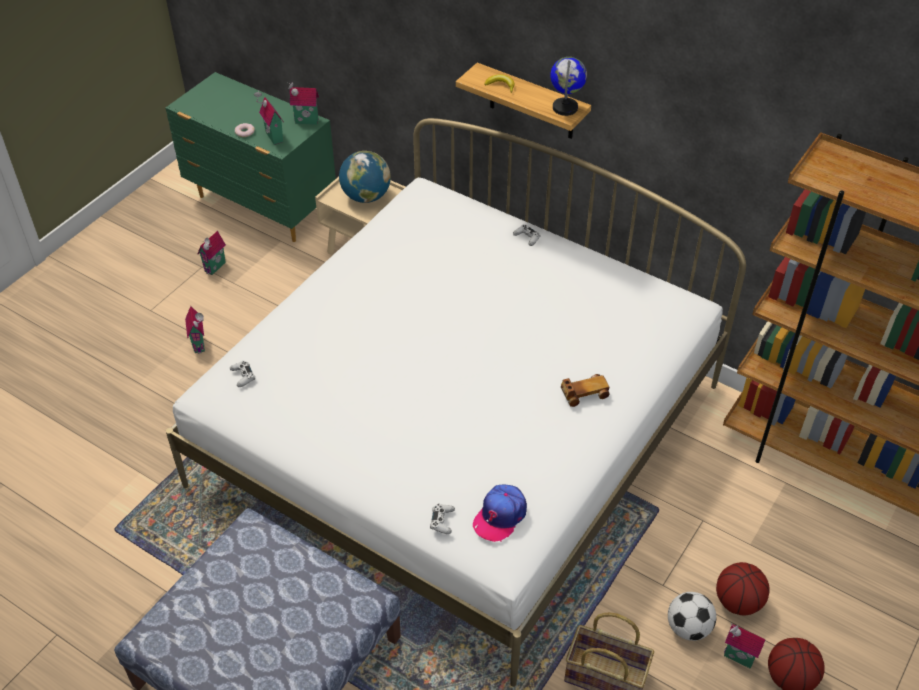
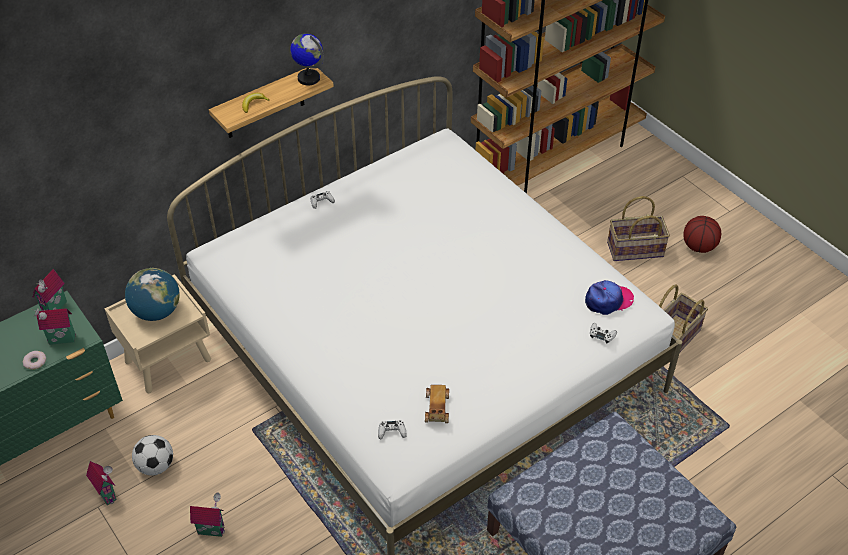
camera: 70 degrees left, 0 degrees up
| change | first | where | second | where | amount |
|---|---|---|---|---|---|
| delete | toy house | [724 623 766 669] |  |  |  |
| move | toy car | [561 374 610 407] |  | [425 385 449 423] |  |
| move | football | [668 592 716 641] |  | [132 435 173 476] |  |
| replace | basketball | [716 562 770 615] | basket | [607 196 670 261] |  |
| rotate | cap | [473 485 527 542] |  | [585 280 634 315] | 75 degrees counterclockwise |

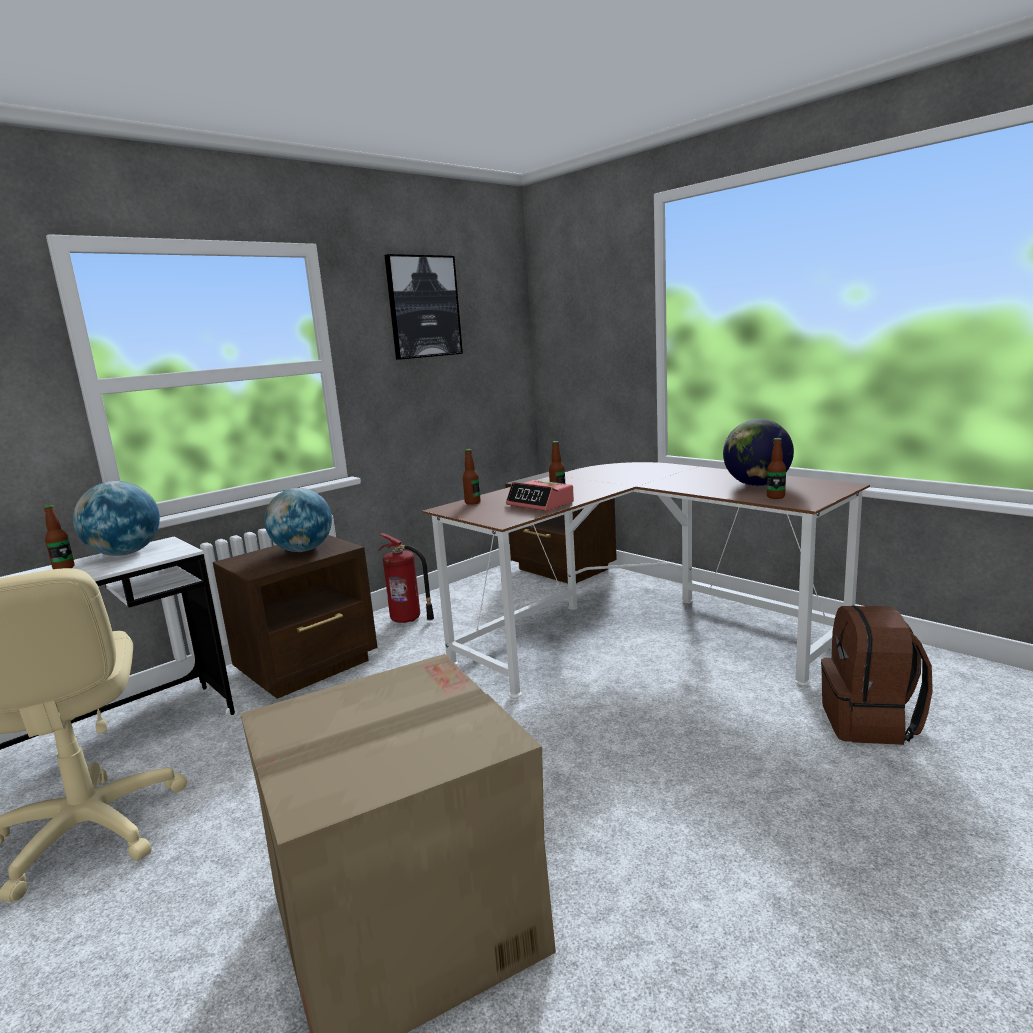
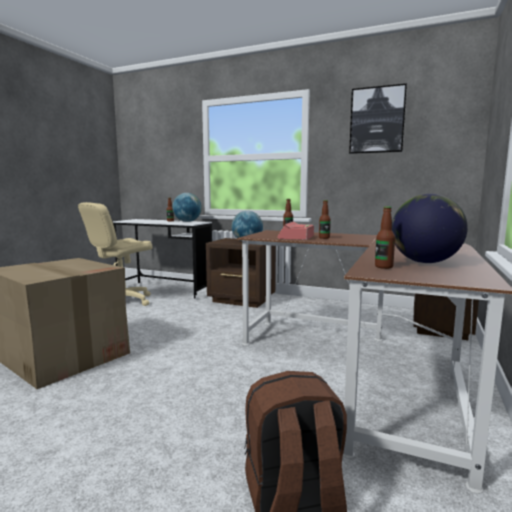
camera: 65 degrees right, 5 degrees down
| change | first | where | second | where | amount |
|---|---|---|---|---|---|
| delete | fire extinguisher | [378 533 434 623] |  |  |  |

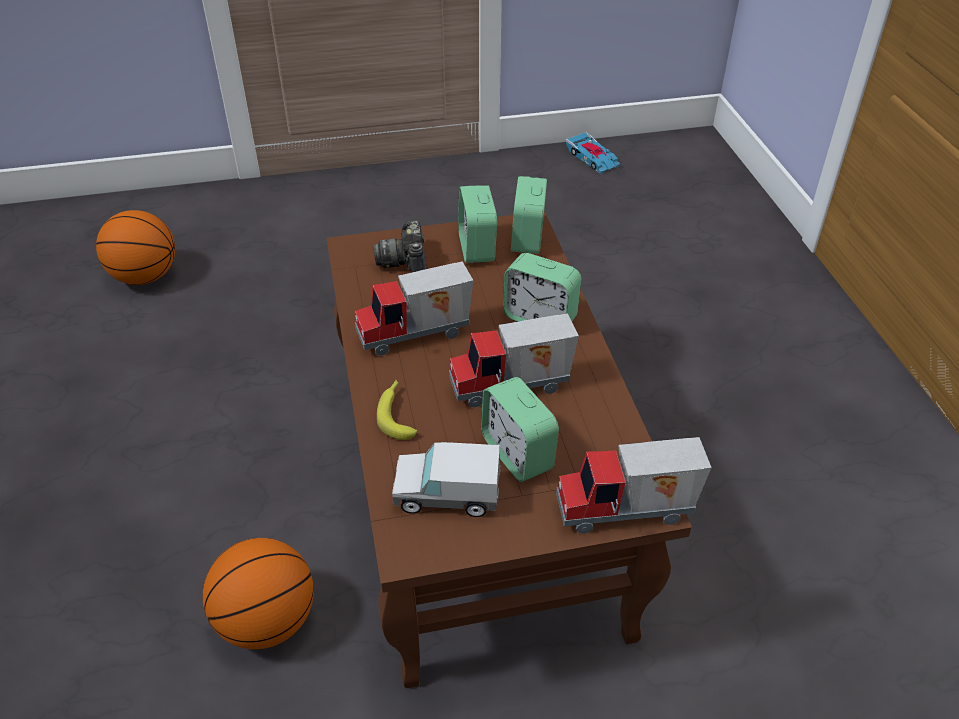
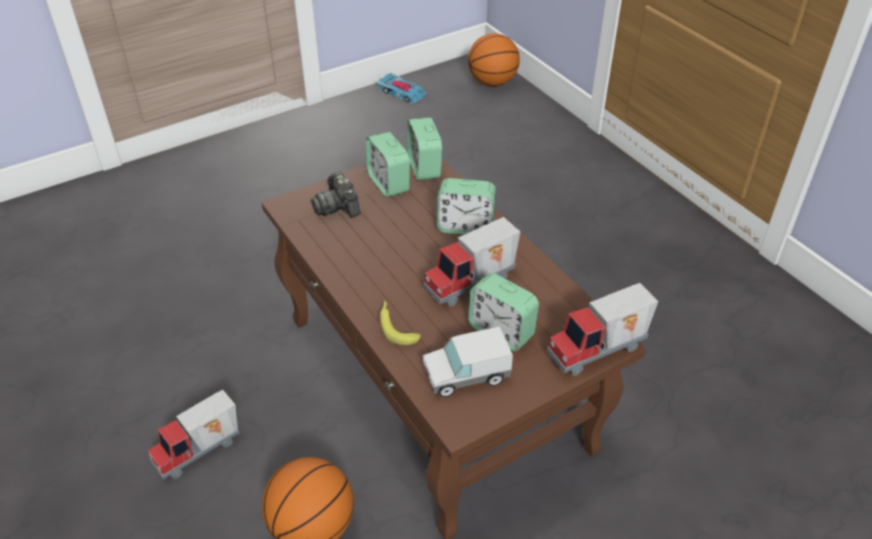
camera: 20 degrees left, 0 degrees up
| change | first | where | second | where | amount |
|---|---|---|---|---|---|
| move | basketball | [96 210 175 285] |  | [468 33 520 86] |  |
| move | toy truck | [355 261 473 356] |  | [148 389 239 479] |  |

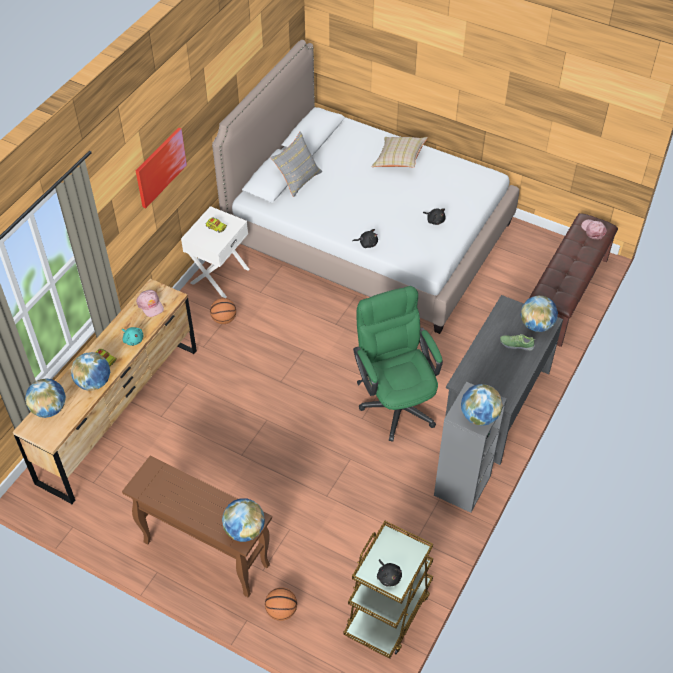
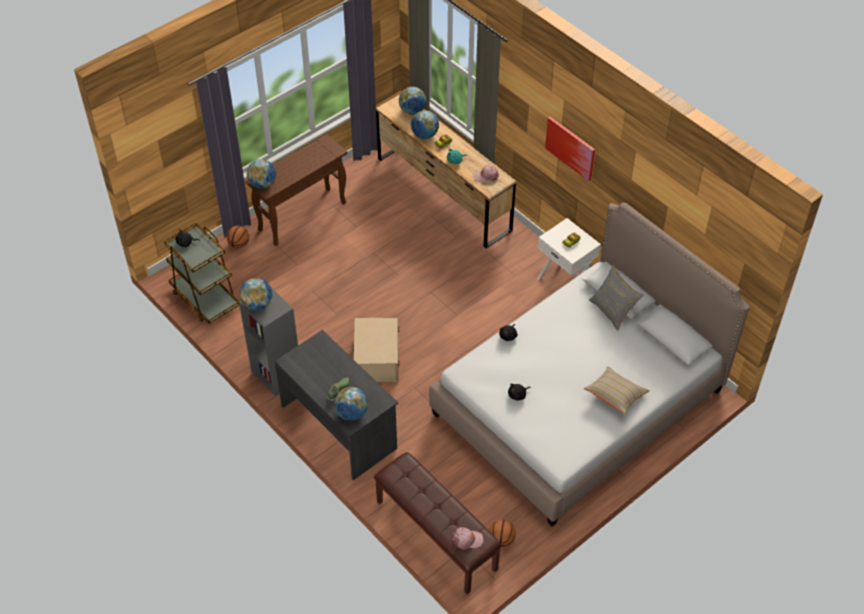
camera: 110 degrees right, 0 degrees up
| change | first | where | second | where | amount |
|---|---|---|---|---|---|
| move | basketball | [210 298 236 324] |  | [489 520 516 547] |  |
| replace | green office chair | [353 286 443 442] | beige storage box | [353 317 399 382] |  |

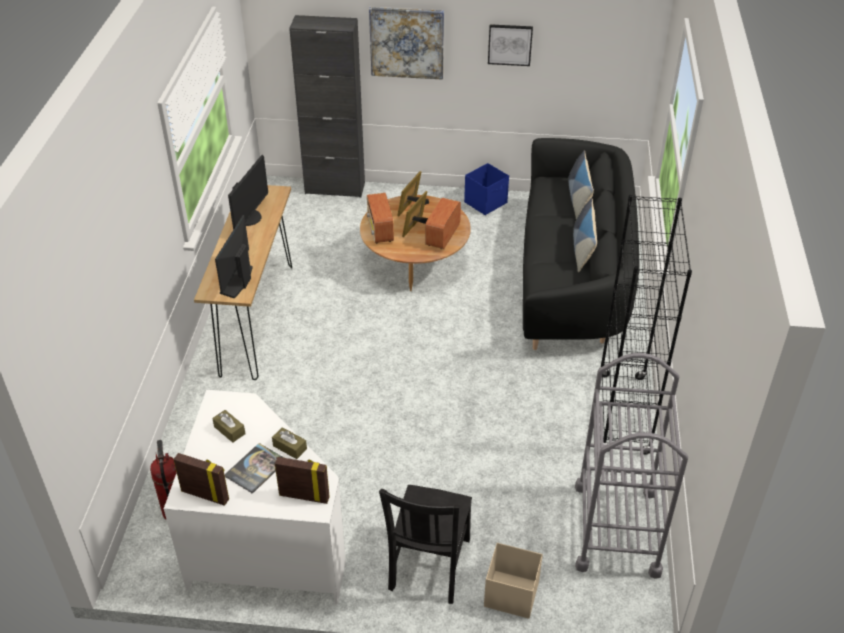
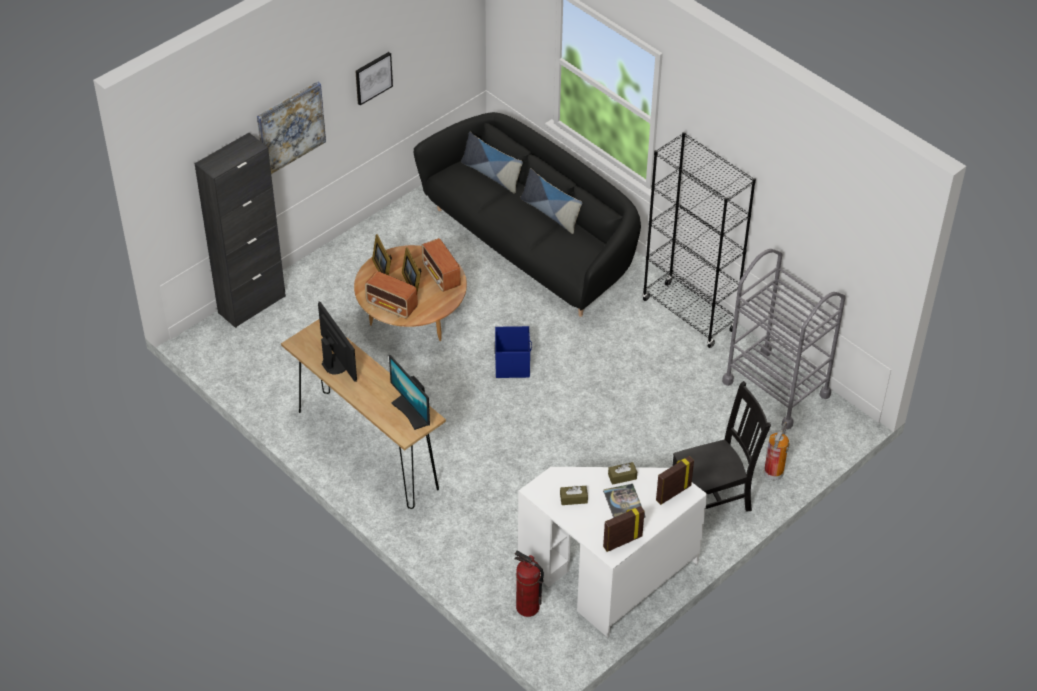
camera: 50 degrees left, 5 degrees up
| change | first | where | second | where | amount |
|---|---|---|---|---|---|
| move | blue storage box | [464 163 509 215] |  | [495 326 532 378] |  |
| replace | beige storage box | [484 543 543 619] | fire extinguisher | [764 422 790 480] |  |
| rotate | black chair | [379 485 472 604] |  | [672 381 771 511] | 75 degrees counterclockwise |

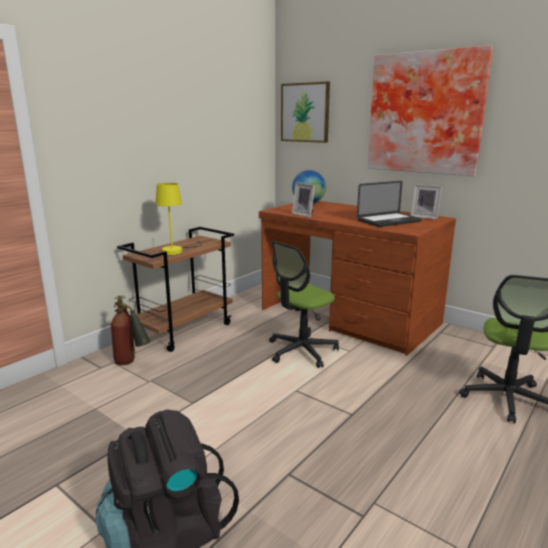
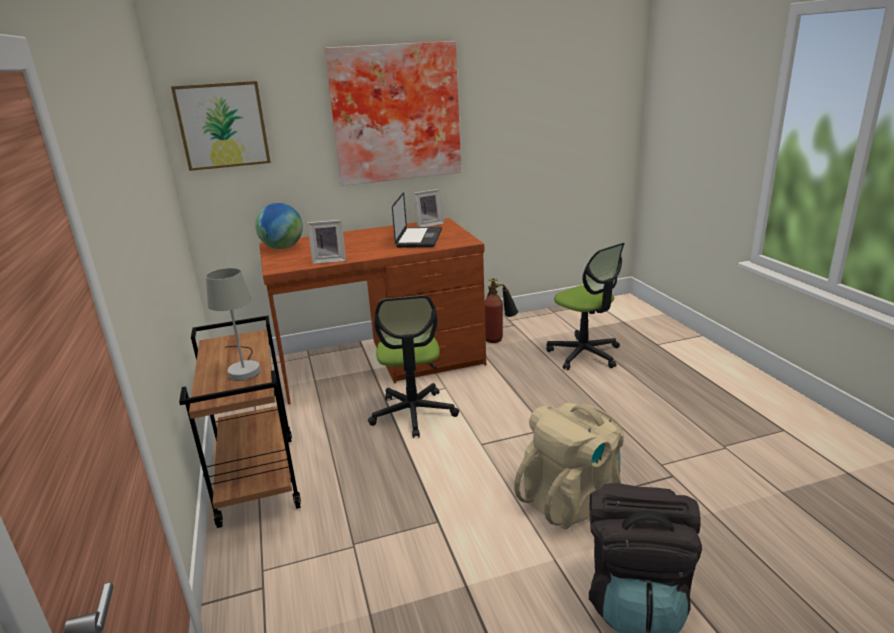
camera: 55 degrees left, 5 degrees up
| change | first | where | second | where | amount |
|---|---|---|---|---|---|
| insert |  |  | beige backpack | [514 403 624 529] |  |
| move | fire extinguisher | [111 295 151 365] |  | [485 278 518 343] |  |
| recolor | yellow table lamp | [155 183 202 255] | grey table lamp | [206 268 260 381] |  |

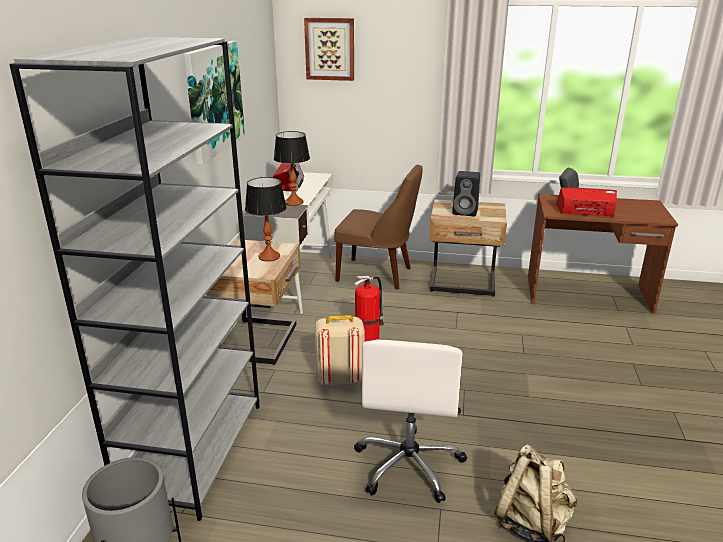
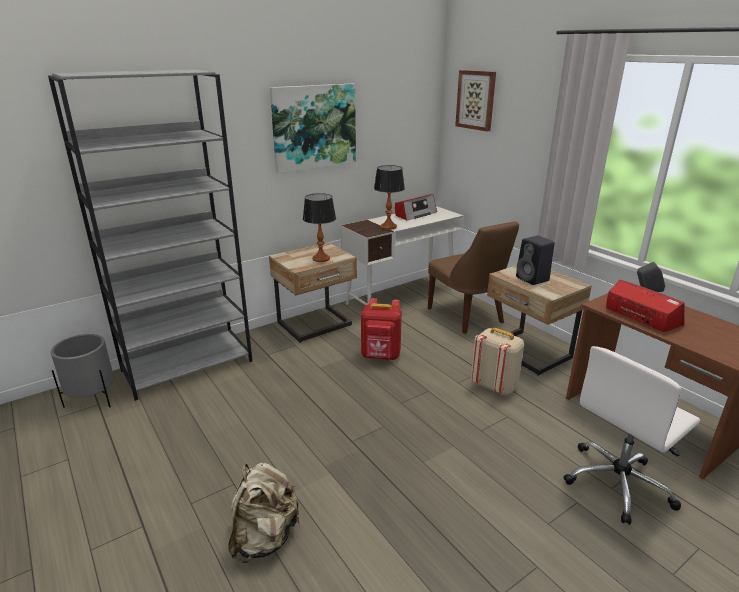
camera: 45 degrees right, 0 degrees up
| change | first | where | second | where | amount |
|---|---|---|---|---|---|
| move | beige backpack | [315 315 365 386] |  | [471 328 524 396] |  |
| move | white office chair | [354 339 467 503] |  | [563 346 700 525] |  |
| replace | fire extinguisher | [354 276 384 341] | red backpack | [361 298 402 360] |  |

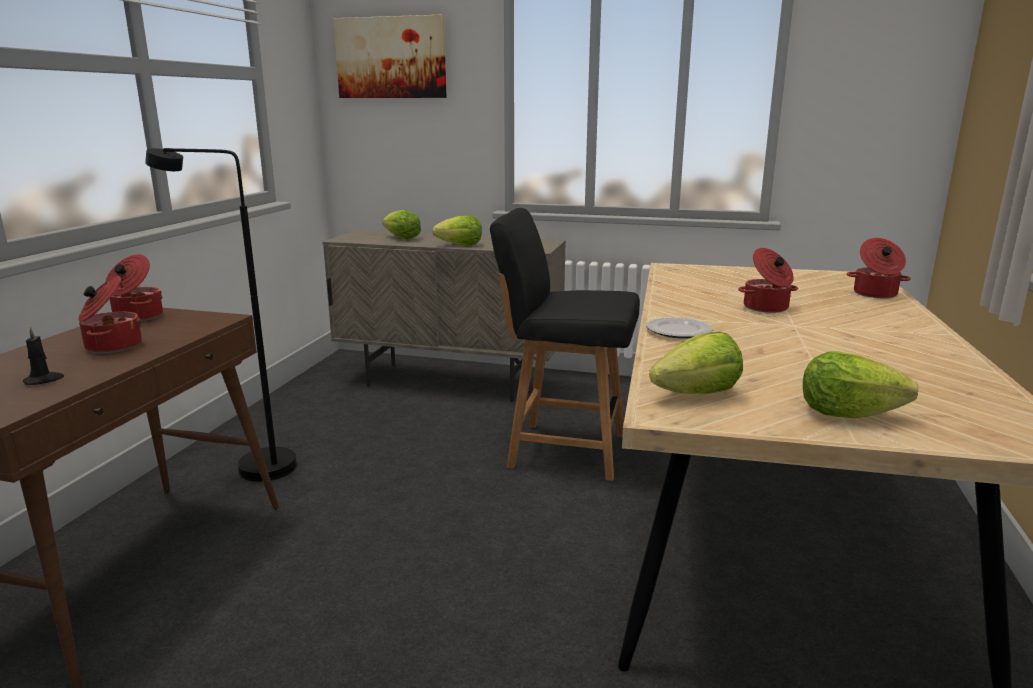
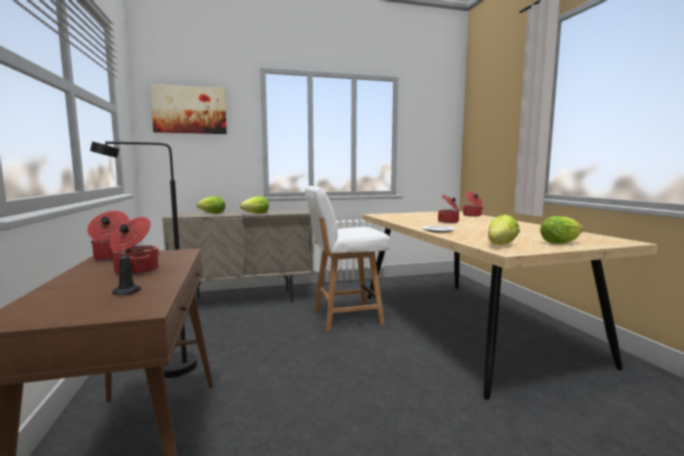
camera: 30 degrees left, 10 degrees down
| change | first | where | second | where | amount |
|---|---|---|---|---|---|
| recolor | black chair | [490 208 640 481] | white chair | [305 186 390 332] |  |

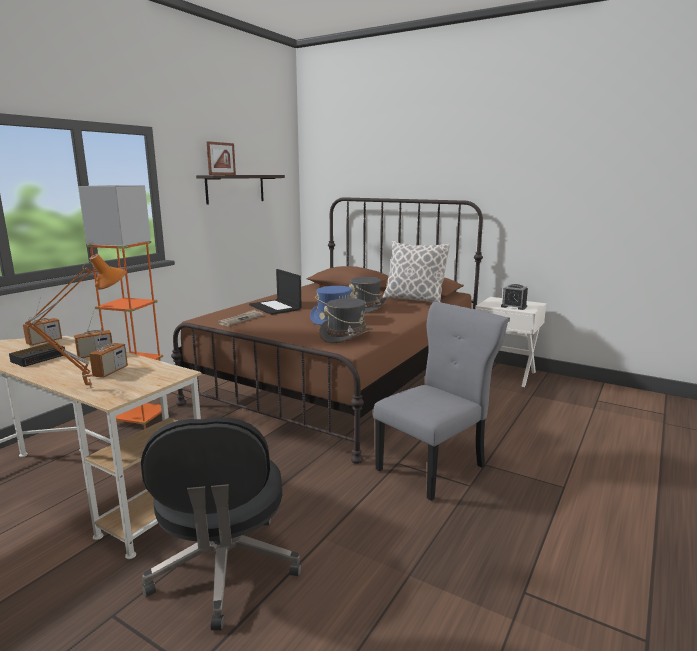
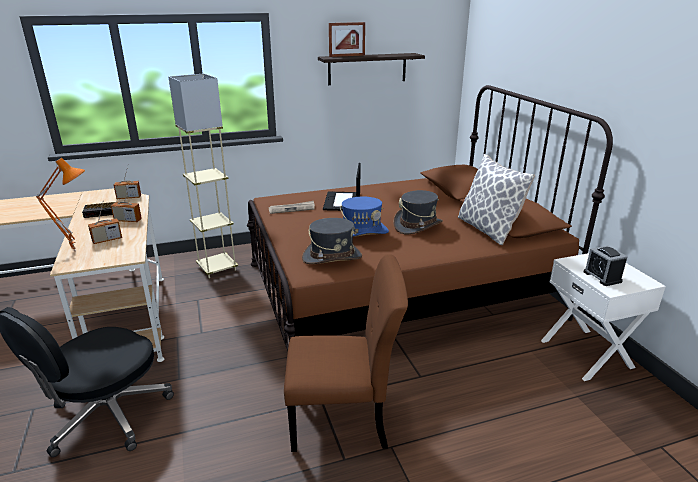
camera: 40 degrees right, 10 degrees up
| change | first | where | second | where | amount |
|---|---|---|---|---|---|
| recolor | orange floor lamp | [78 185 169 429] | beige floor lamp | [168 73 238 278] |  |
| recolor | grey chair | [373 302 509 501] | brown chair | [284 254 408 452] |  |

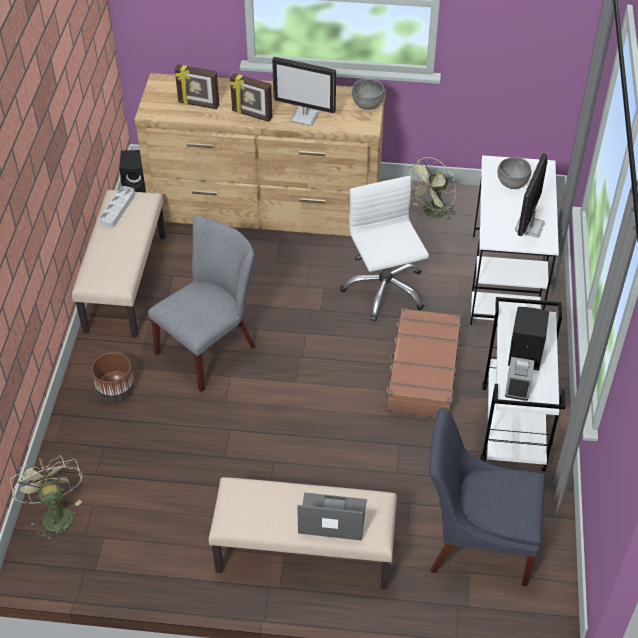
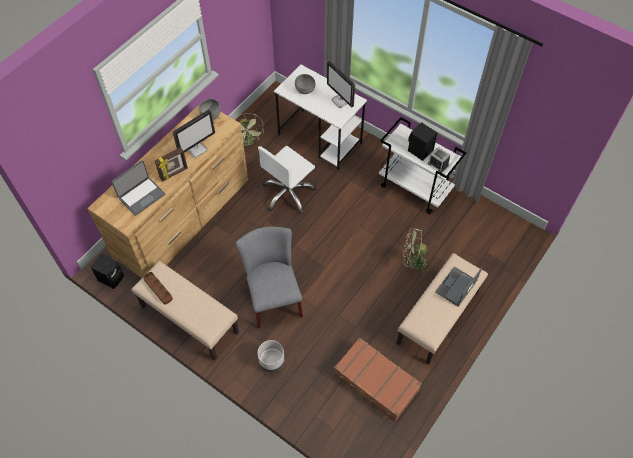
camera: 60 degrees left, 10 degrees up
| change | first | where | second | where | amount |
|---|---|---|---|---|---|
| delete | blue chair | [429 408 545 587] |  |  |  |
| move | green fan | [10 455 83 542] |  | [403 228 432 275] |  |
| move | brown suitcase | [383 308 461 418] |  | [334 337 422 422] |  |
| replace | picture frame | [175 64 219 109] | laptop | [111 160 165 216] |  |
| recolor | brown planter | [91 352 134 401] | grey planter | [257 340 285 372] |  |
| recolor | grey tray | [100 186 135 228] | brown tray | [143 272 173 305] |  |
| rotate | white office chair | [340 176 429 322] |  | [258 145 316 214] | 60 degrees counterclockwise |

